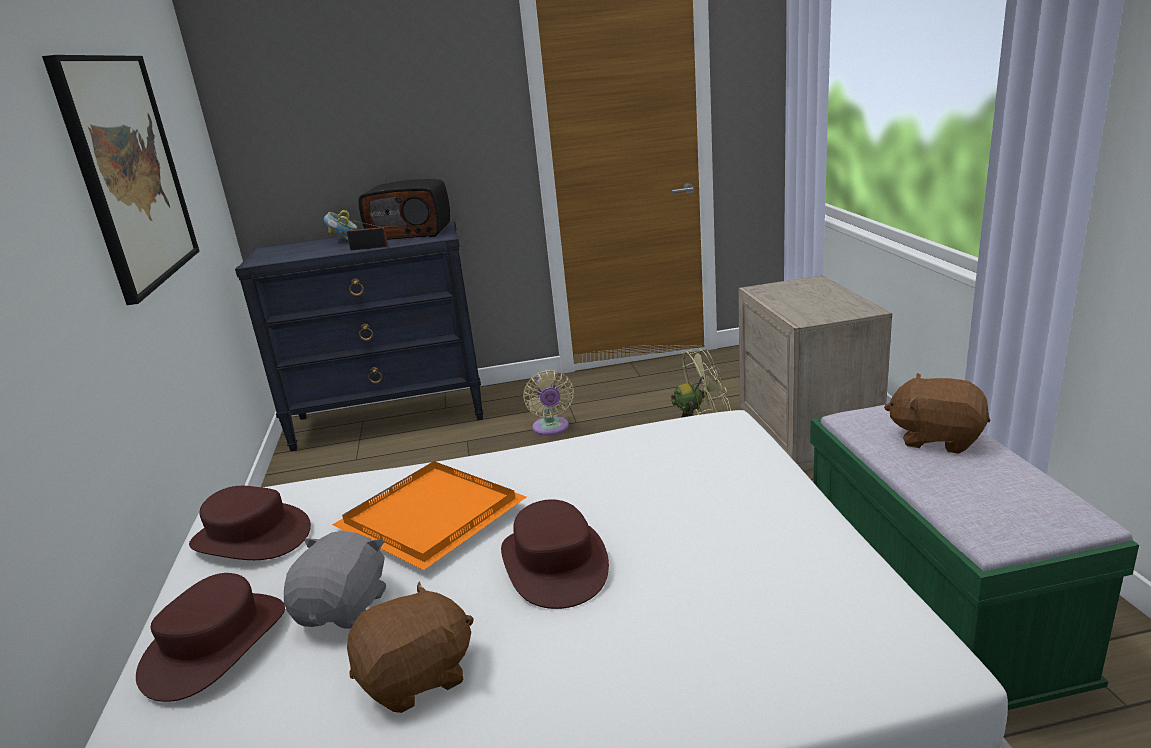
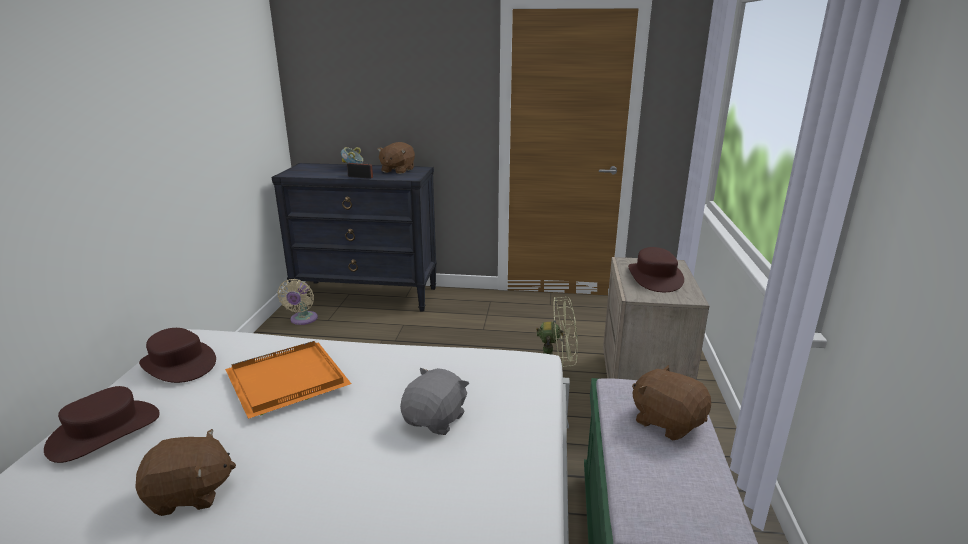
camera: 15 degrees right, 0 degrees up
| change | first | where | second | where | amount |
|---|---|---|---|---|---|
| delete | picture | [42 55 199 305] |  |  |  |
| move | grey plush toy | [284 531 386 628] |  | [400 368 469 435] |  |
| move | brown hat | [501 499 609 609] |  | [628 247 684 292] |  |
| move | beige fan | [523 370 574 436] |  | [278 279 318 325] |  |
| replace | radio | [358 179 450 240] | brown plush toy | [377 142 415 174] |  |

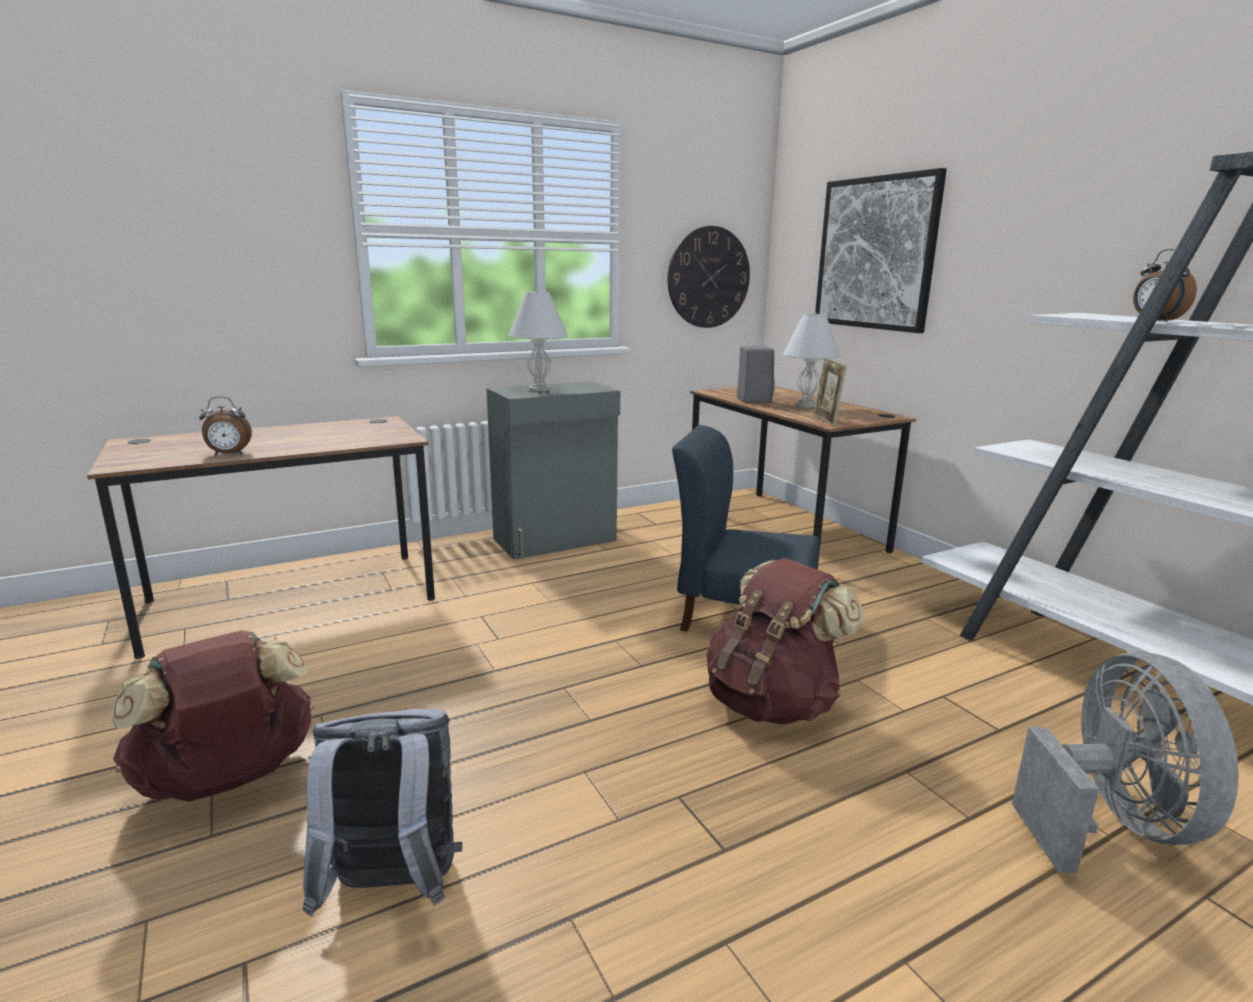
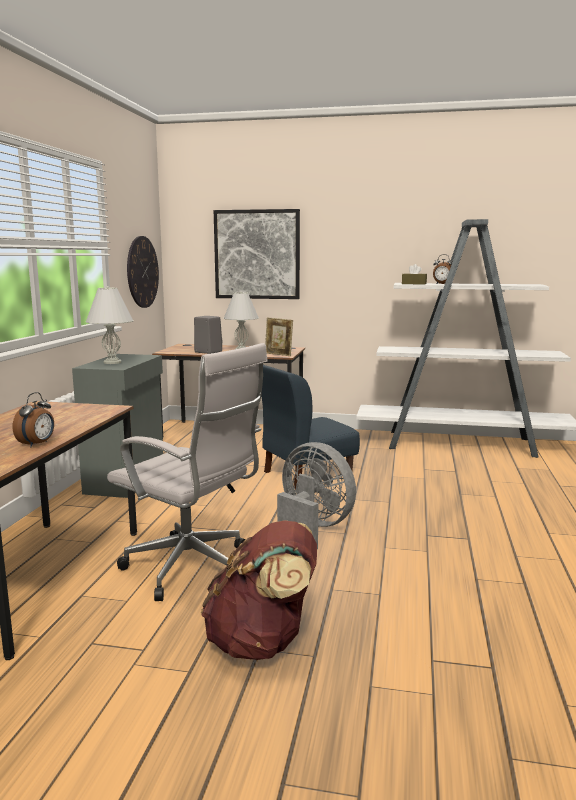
camera: 50 degrees left, 5 degrees down
| change | first | where | second | where | amount |
|---|---|---|---|---|---|
| delete | grey backpack | [303 709 462 917] |  |  |  |
| delete | brown backpack | [707 558 864 724] |  |  |  |
| insert |  |  | white office chair | [107 343 268 601] |  |
| insert |  |  | brown tissue box | [402 264 427 285] |  |
| move | grey fan | [1012 652 1239 873] |  | [277 442 356 549] |  |

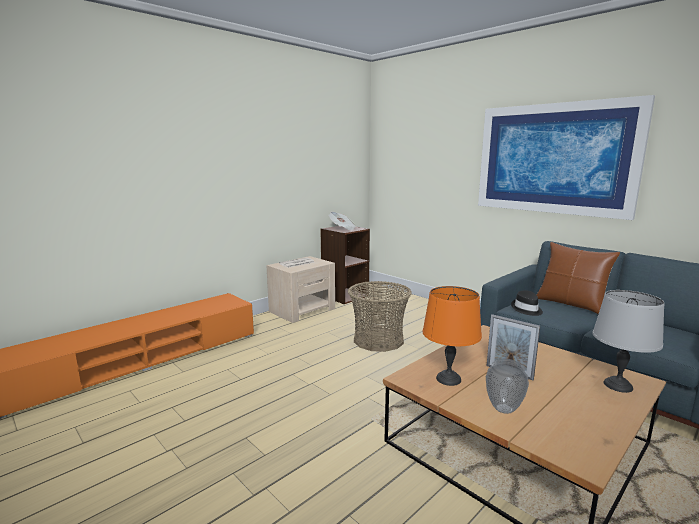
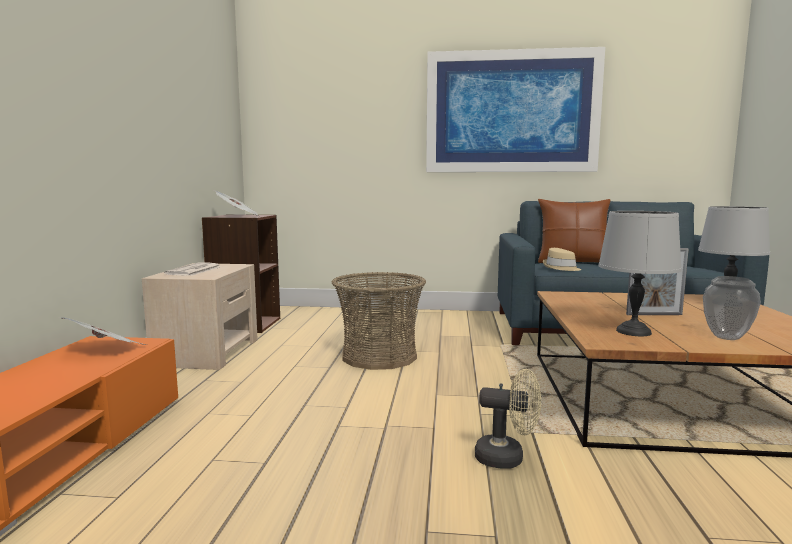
camera: 40 degrees left, 5 degrees down
| change | first | where | second | where | amount |
|---|---|---|---|---|---|
| insert |  |  | newspaper | [60 317 147 345] |  |
| insert |  |  | beige fan | [475 369 541 469] |  |
| recolor | orange table lamp | [422 286 482 386] | grey table lamp | [598 211 682 336] |  |
| recolor | black hat | [511 290 543 316] | beige hat | [543 248 581 271] |  |

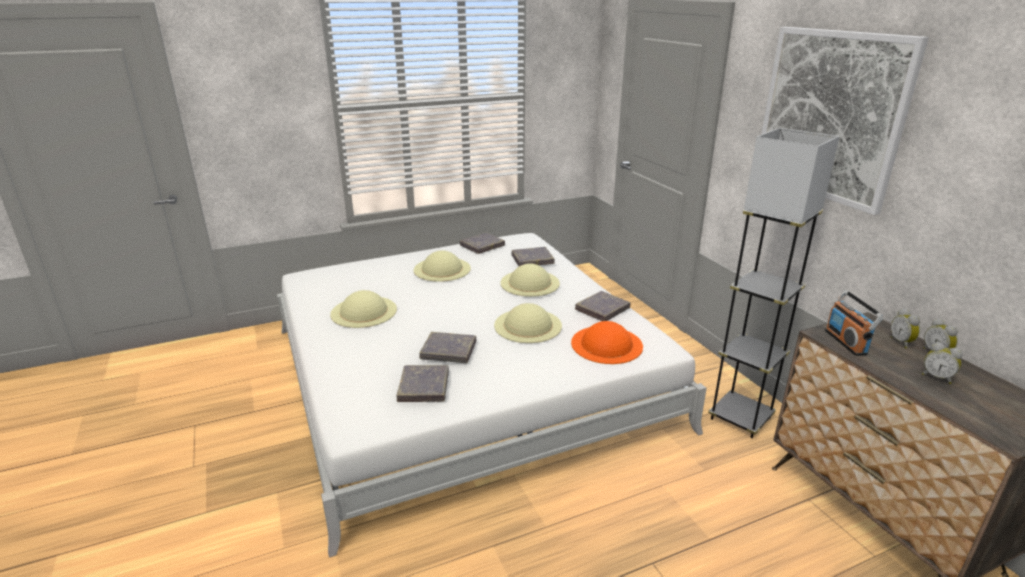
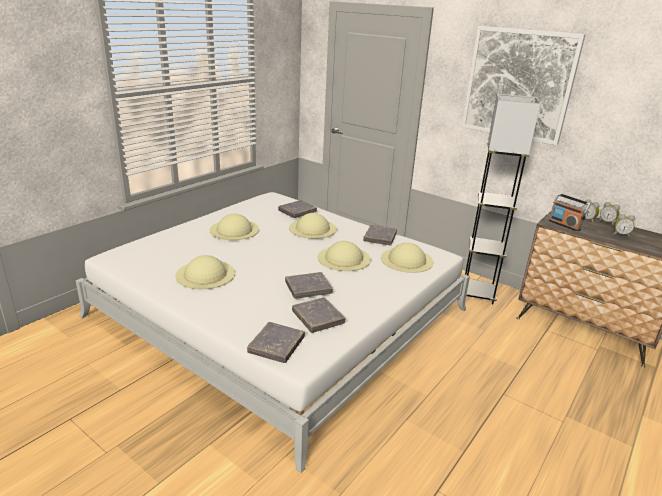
camera: 30 degrees left, 0 degrees up
| change | first | where | second | where | amount |
|---|---|---|---|---|---|
| move | grey book | [460 233 505 254] |  | [247 322 305 363] |  |
| recolor | orange hat | [571 321 643 364] | beige hat | [381 243 434 273] |  |

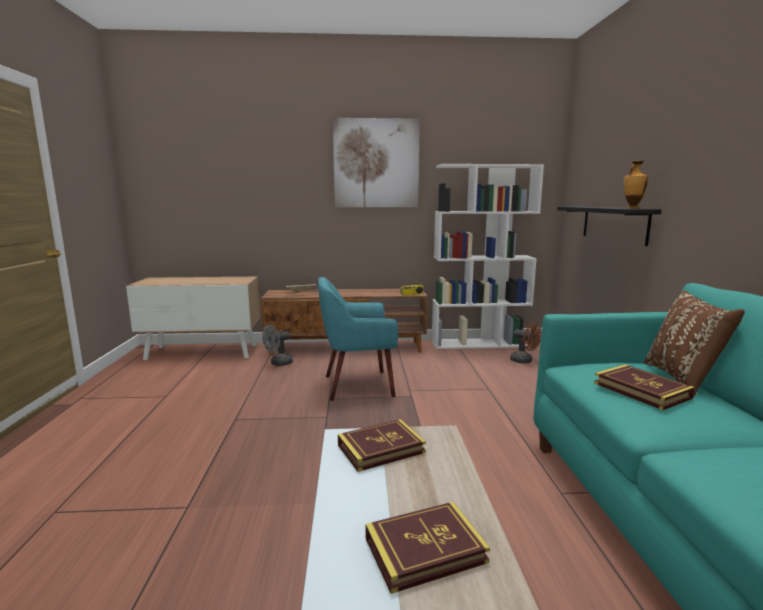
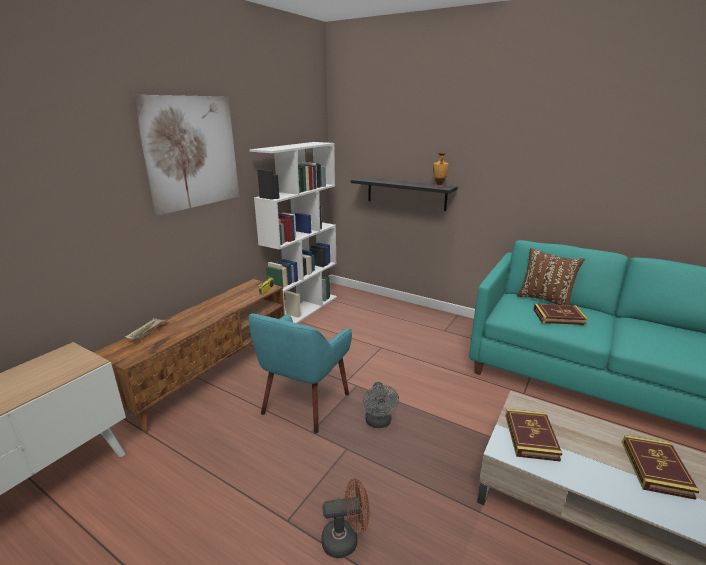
camera: 55 degrees left, 10 degrees up
| change | first | where | second | where | amount |
|---|---|---|---|---|---|
| move | grey fan | [262 325 293 366] |  | [363 382 399 428] |  |
| move | brown fan | [510 323 542 364] |  | [321 478 370 558] |  |

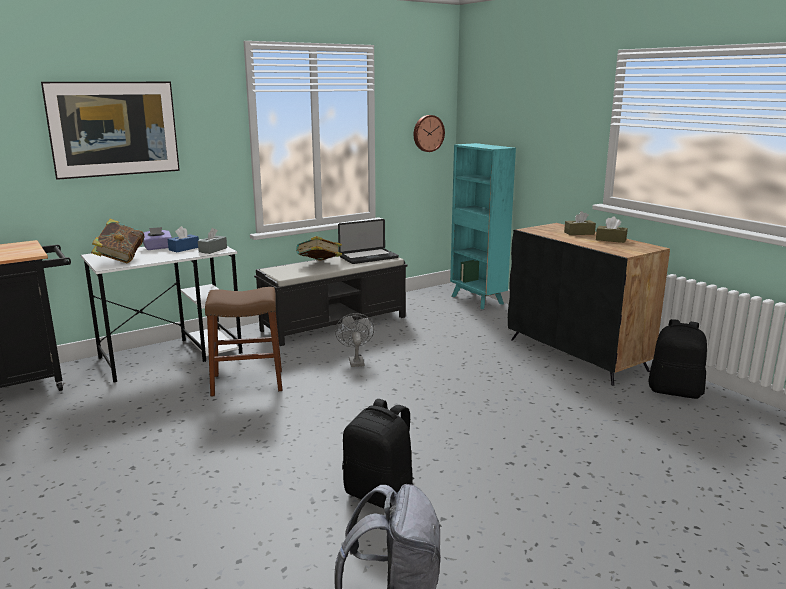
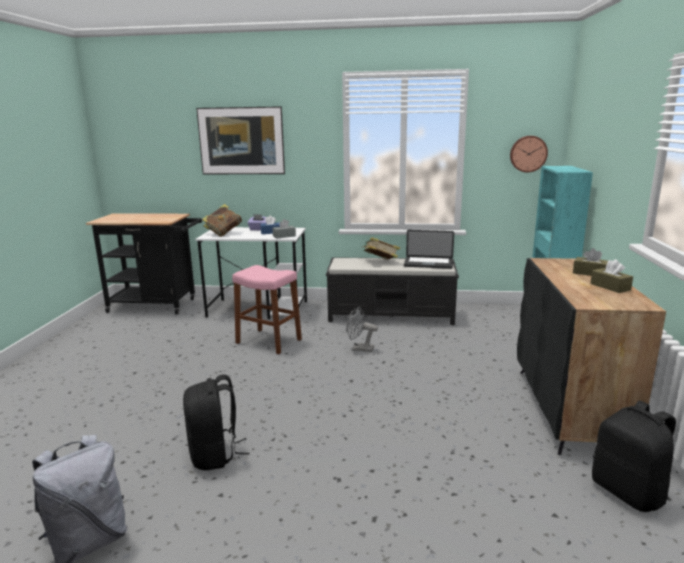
camera: 40 degrees right, 0 degrees up
| change | first | where | second | where | amount |
|---|---|---|---|---|---|
| recolor | brown stool | [205 287 282 397] | pink stool | [232 265 302 355] |  |
| rotate | grey fan | [335 313 374 367] |  | [346 306 378 352] | 105 degrees counterclockwise |

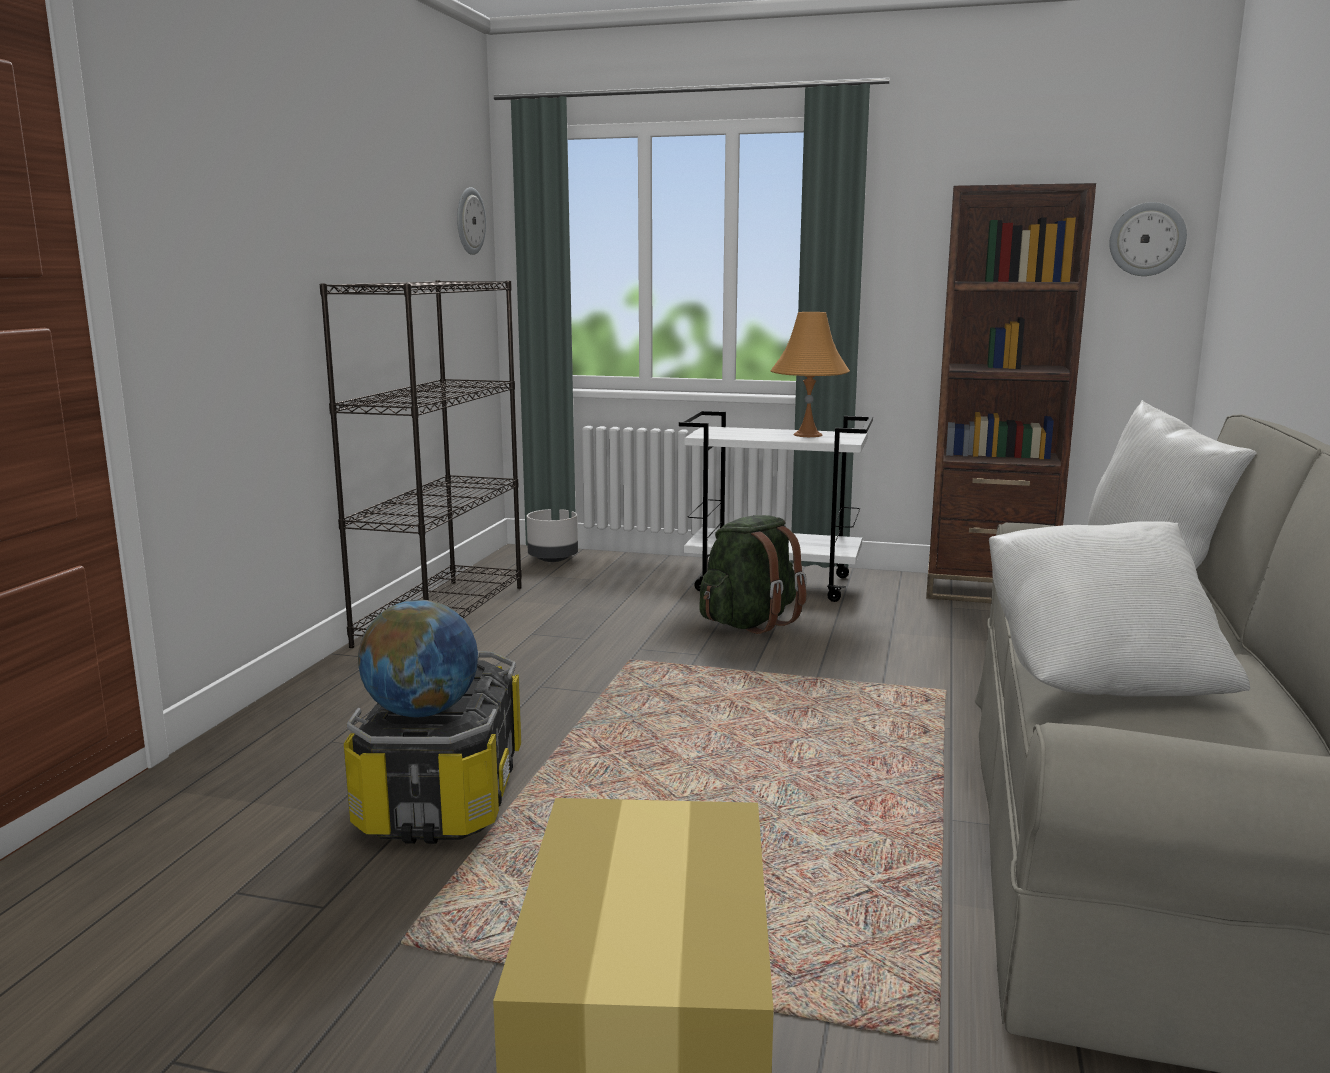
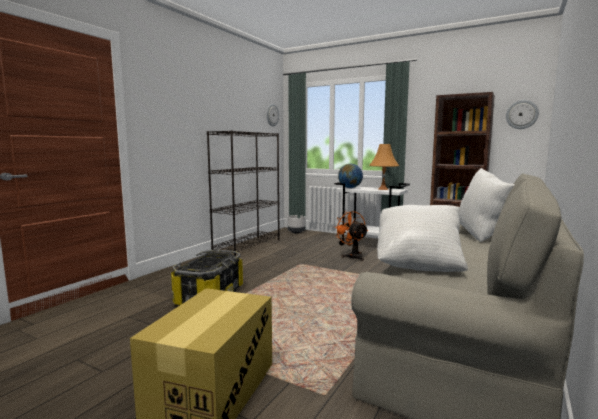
camera: 15 degrees right, 5 degrees down
| change | first | where | second | where | amount |
|---|---|---|---|---|---|
| move | globe | [358 600 478 717] |  | [338 164 363 188] |  |
| replace | green backpack | [699 515 807 634] | orange fan | [334 211 368 261] |  |

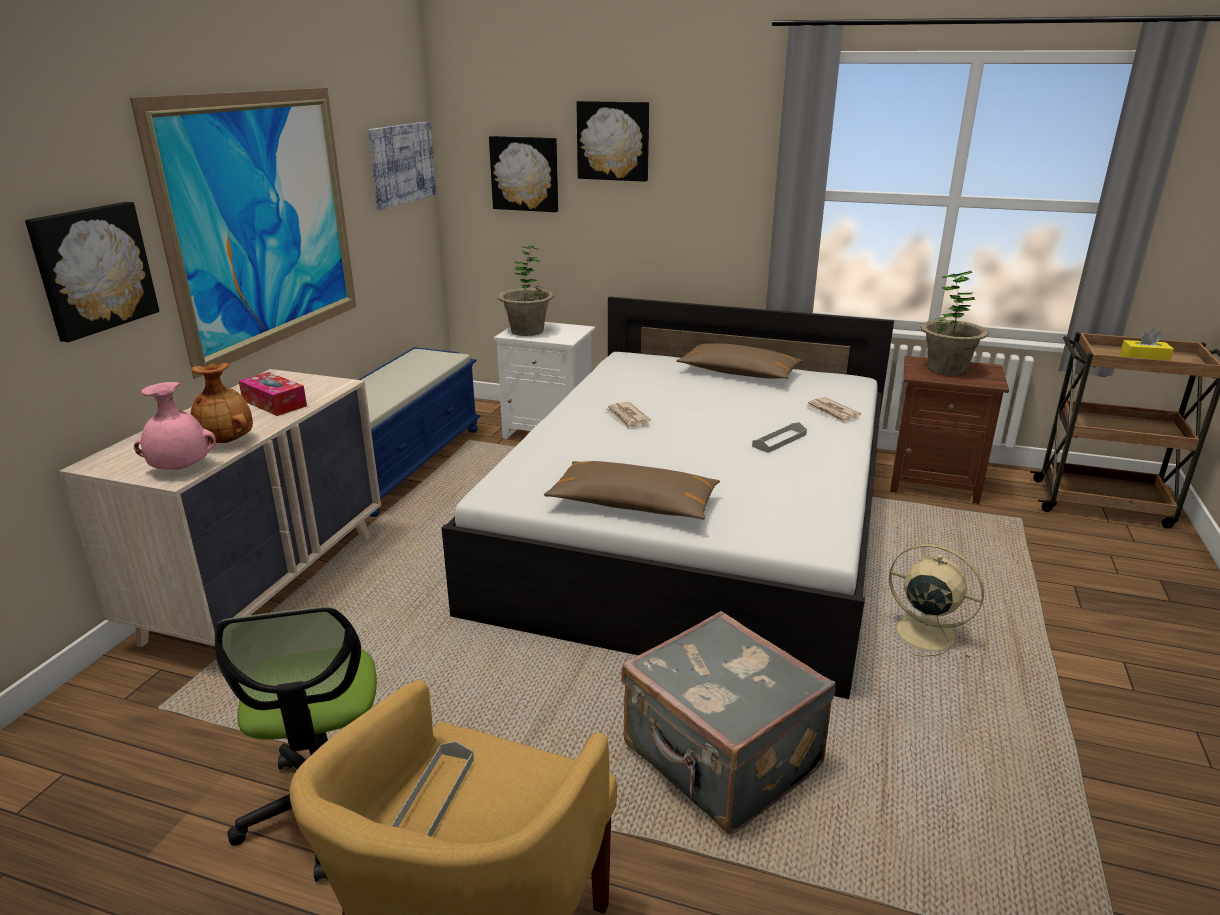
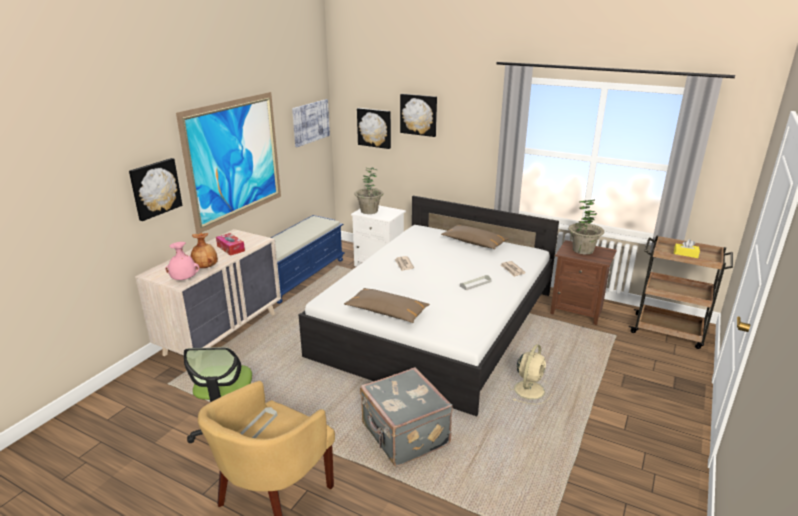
camera: 10 degrees right, 0 degrees up
| change | first | where | second | where | amount |
|---|---|---|---|---|---|
| rotate | beige fan | [878 544 984 658] |  | [508 344 552 405] | 75 degrees clockwise |

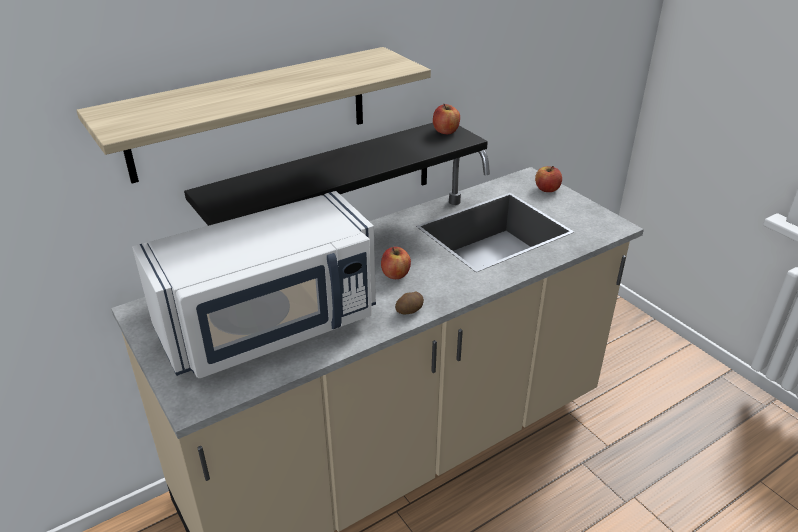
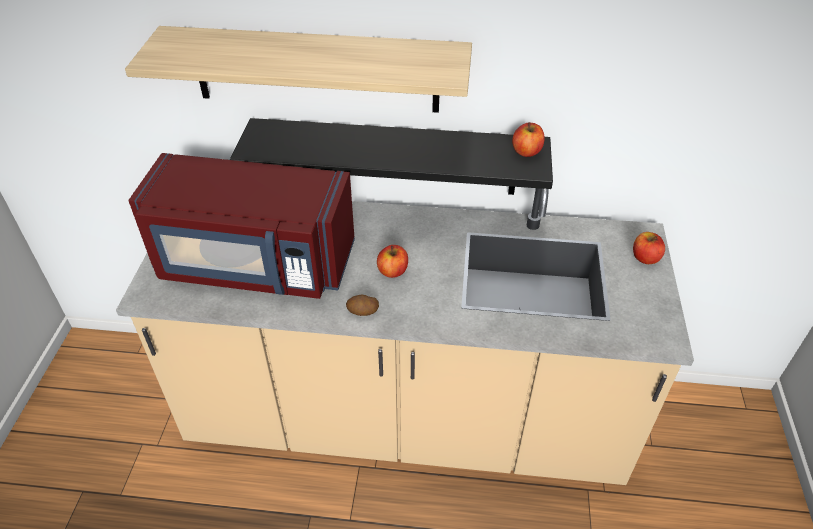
camera: 40 degrees right, 10 degrees up
| change | first | where | second | where | amount |
|---|---|---|---|---|---|
| recolor | white microwave | [132 191 376 378] | red microwave | [128 153 355 299] |  |

